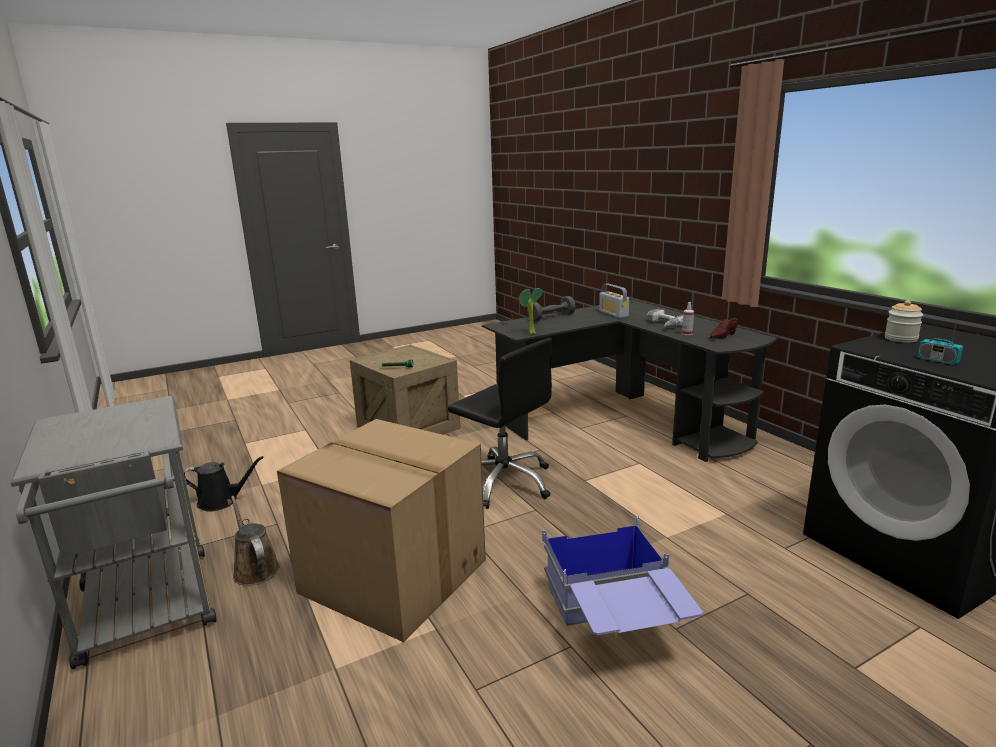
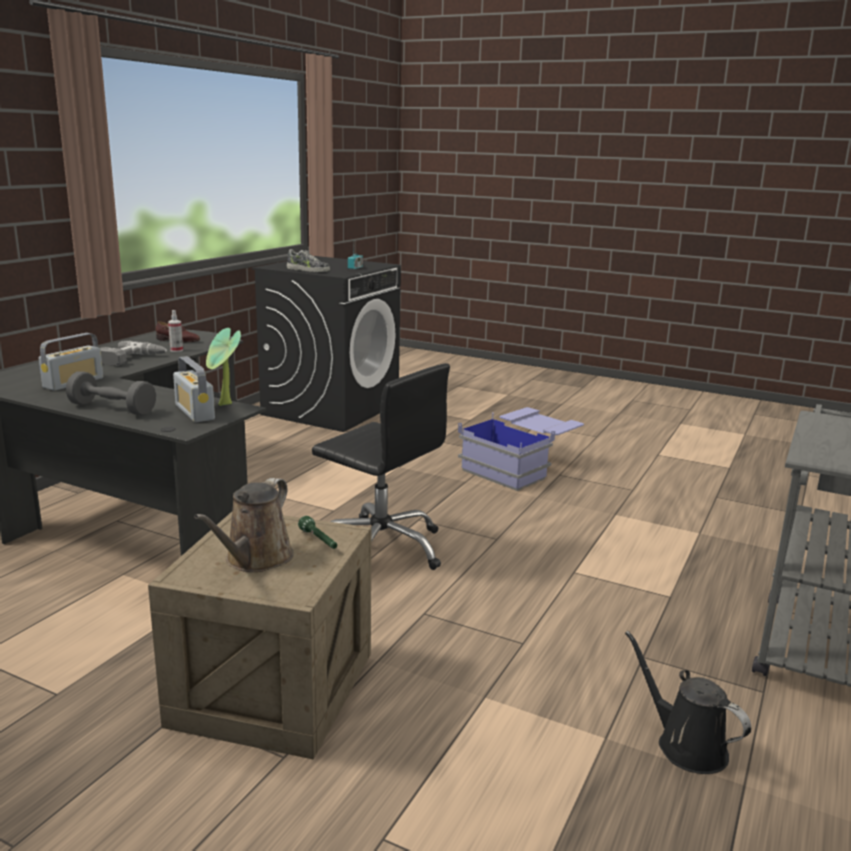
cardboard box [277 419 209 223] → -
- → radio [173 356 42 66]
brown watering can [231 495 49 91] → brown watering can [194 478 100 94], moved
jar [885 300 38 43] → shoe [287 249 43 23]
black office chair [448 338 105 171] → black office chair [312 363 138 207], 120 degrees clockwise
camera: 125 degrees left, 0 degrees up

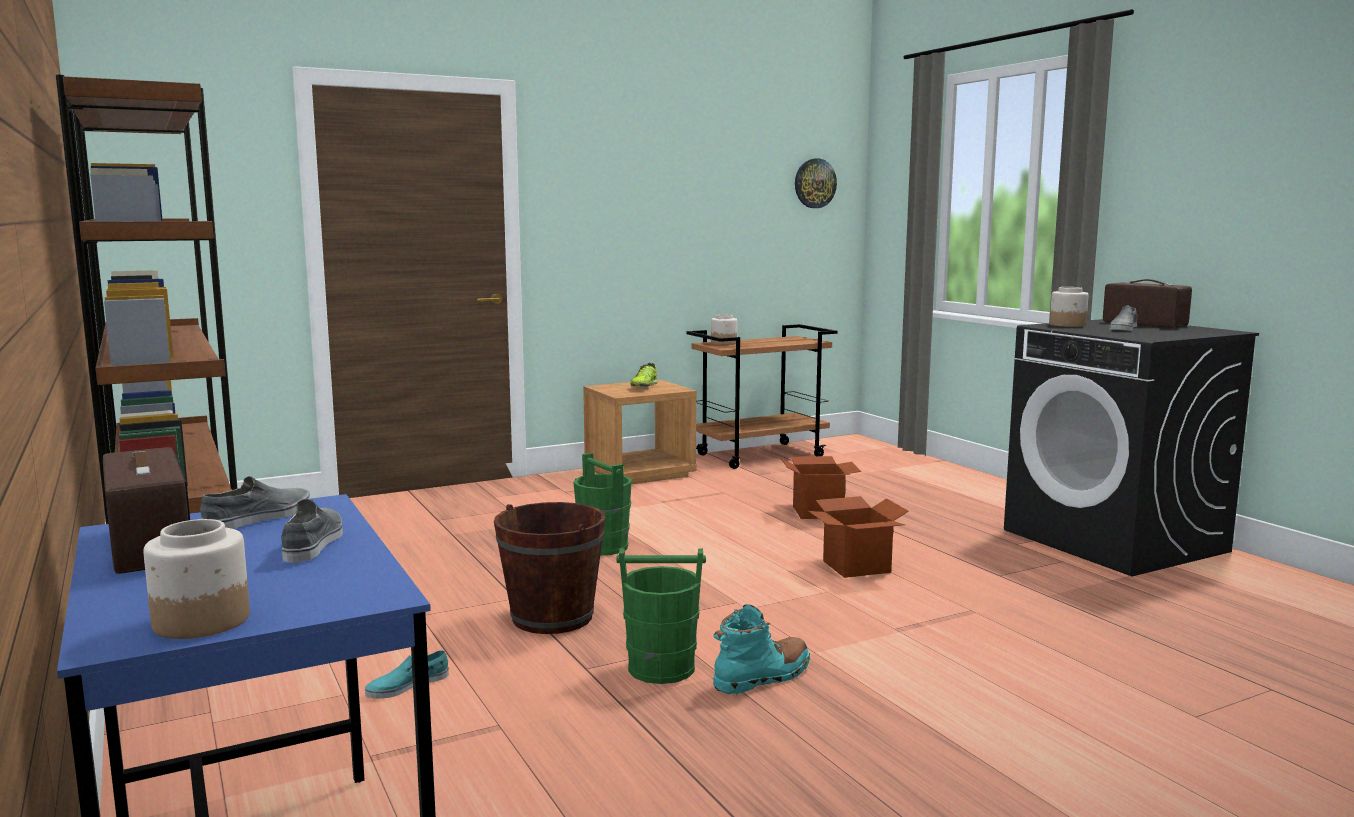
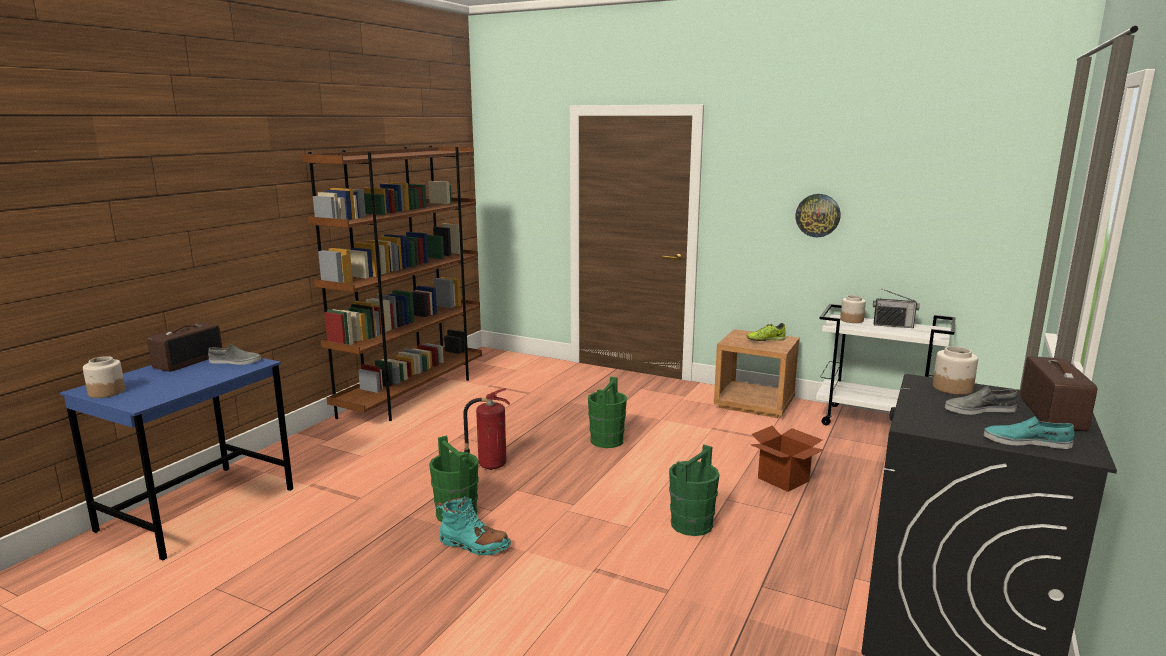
grey shoe [281 499 62 64] → -
- → radio [873 289 47 39]
turquoise shoe [365 650 84 49] → turquoise shoe [984 416 90 33], moved
wall clock [795 158 42 50] → wall clock [795 194 46 43], moved
brown bucket [494 502 111 132] → fire extinguisher [463 388 47 82]
cardboard box [808 496 101 82] → green bucket [669 445 51 91]
brown cart [687 324 151 145] → white cart [816 304 140 121]
camera: 55 degrees right, 5 degrees up

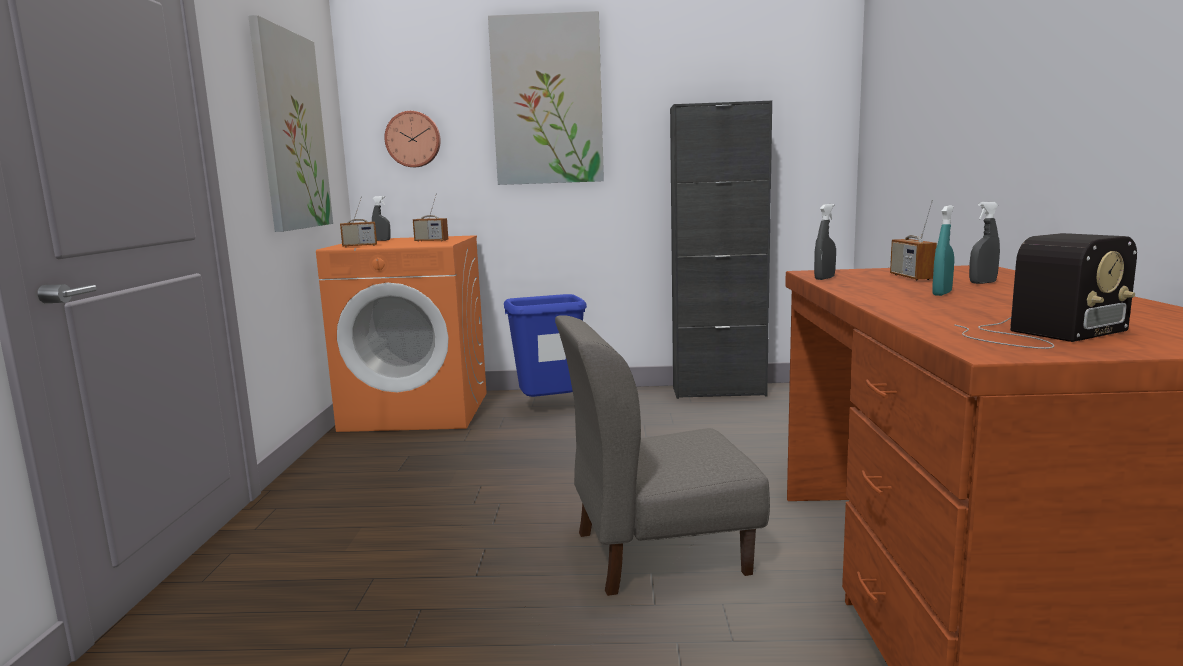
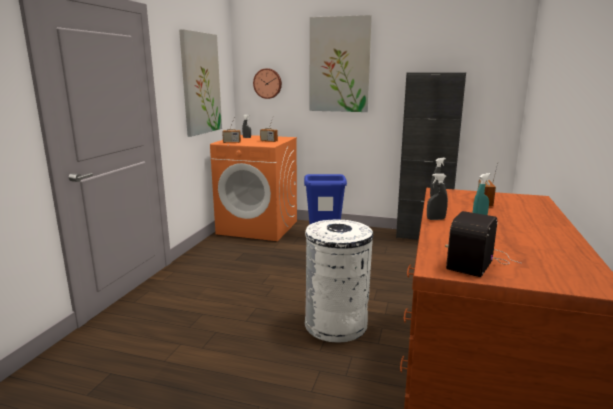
grey spray bottle [969 202 31 82] → grey spray bottle [427 174 21 46], moved
grey chair [555 315 215 281] → white trash can [305 220 68 123]
radio [954 233 183 116] → radio [445 211 75 66], 135 degrees clockwise
camera: 15 degrees right, 5 degrees up

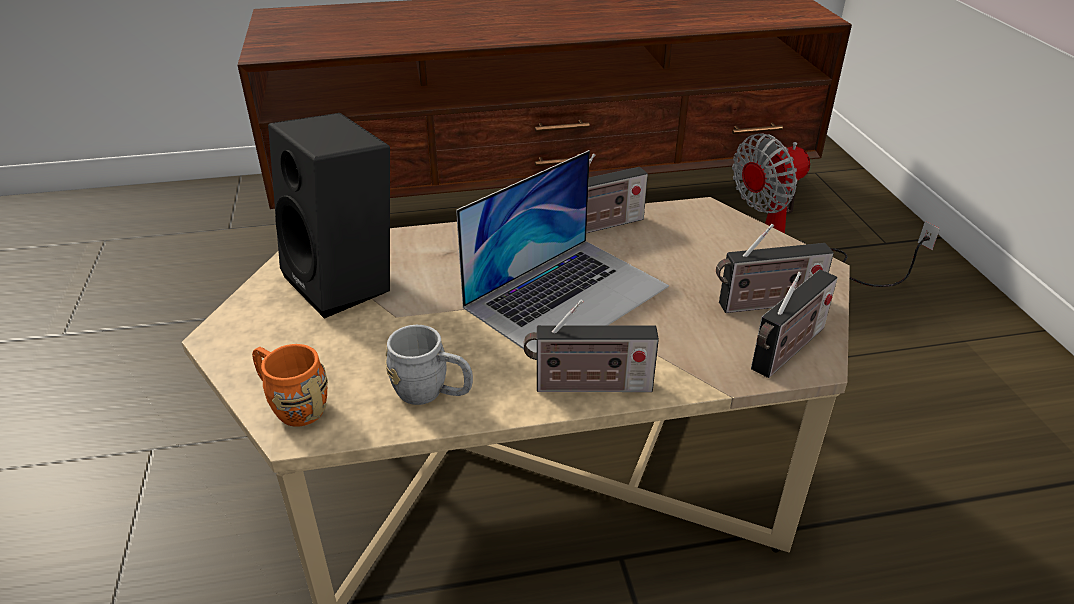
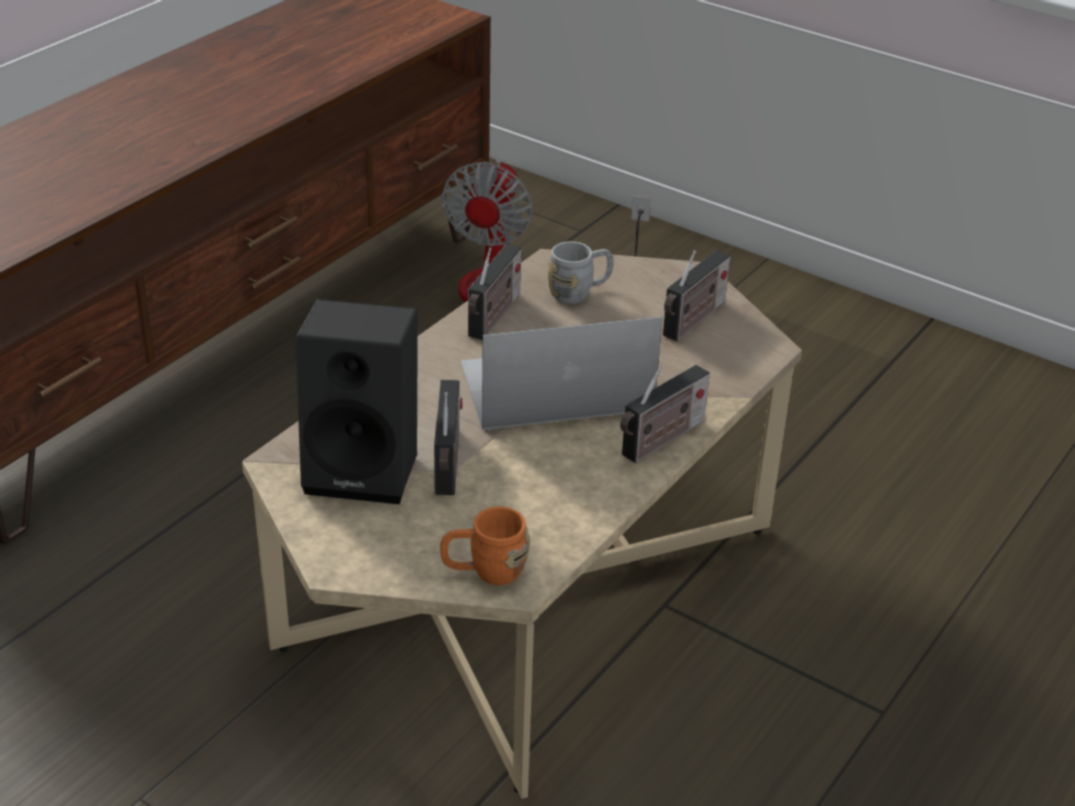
grey mug [385 325 88 80] → grey mug [548 241 66 63], moved
radio [751 269 86 109] → radio [434 380 29 115], moved
laptop [456 150 213 202] → laptop [460 317 203 113], 105 degrees counterclockwise
camera: 45 degrees left, 0 degrees up

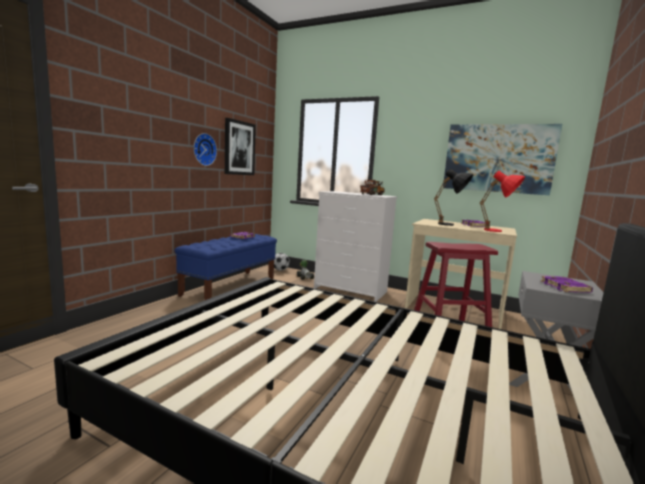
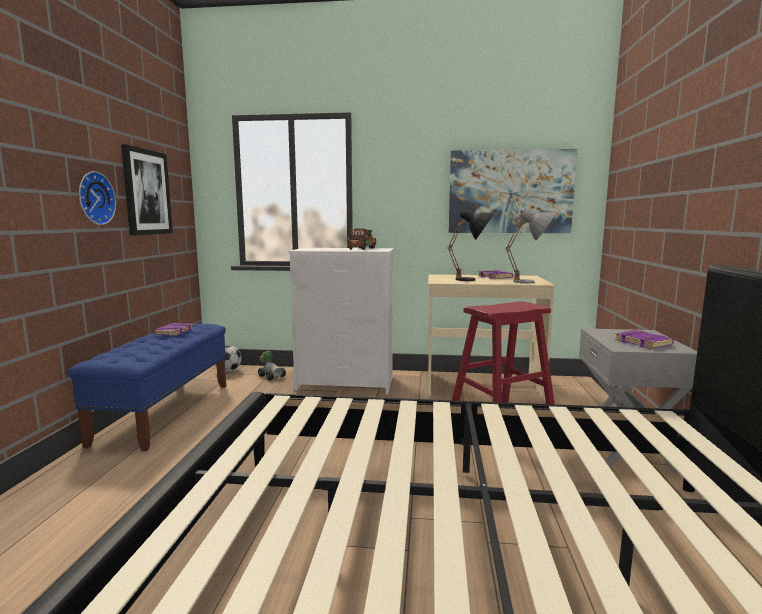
red table lamp [480 171 45 61] → grey table lamp [506 208 50 75]
camera: 20 degrees left, 0 degrees up

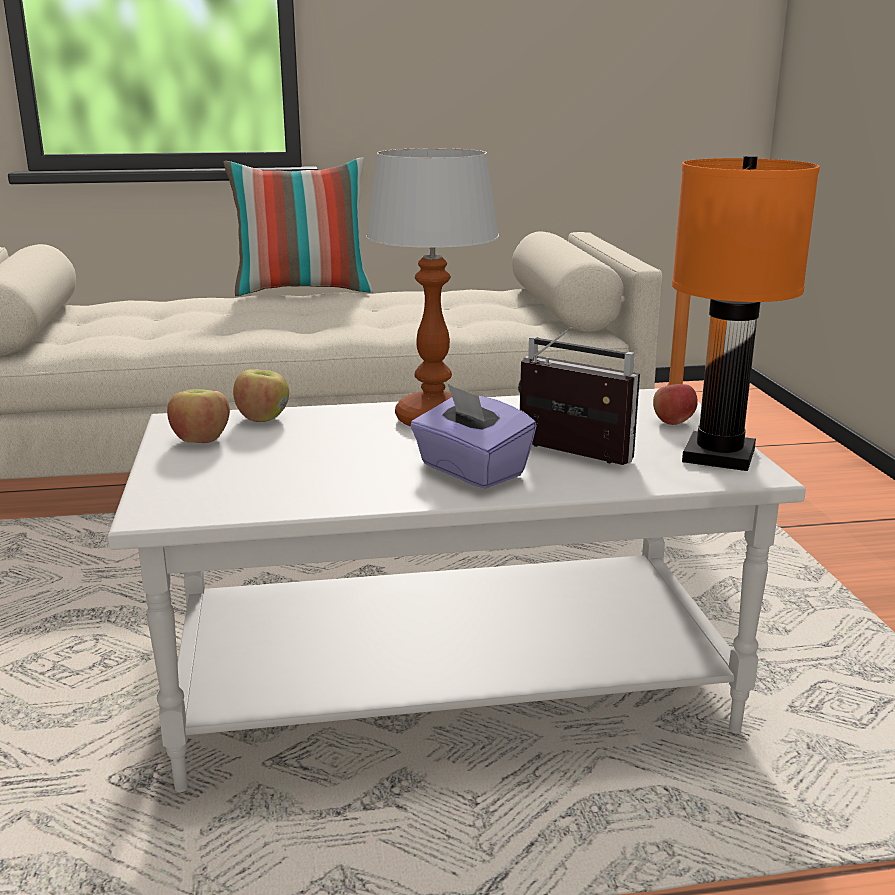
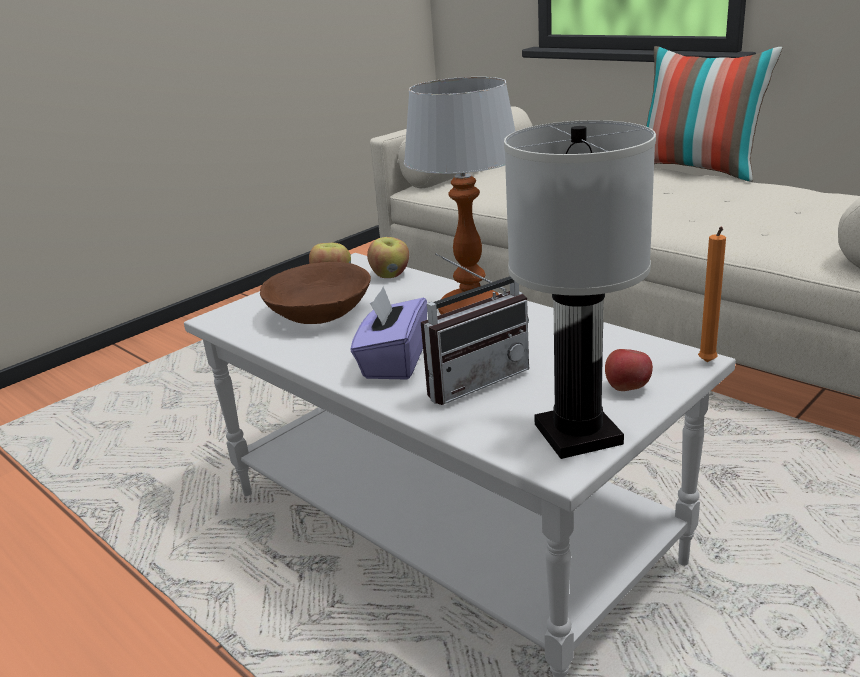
- → brown bowl [260 262 111 62]
orange table lamp [672 156 148 315] → white table lamp [504 120 152 339]
radio [518 327 122 138] → radio [421 253 108 152], 60 degrees clockwise
camera: 55 degrees right, 5 degrees up

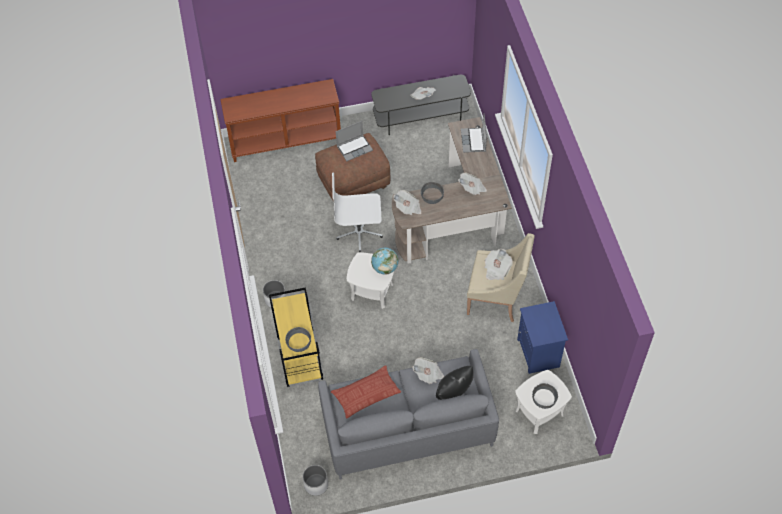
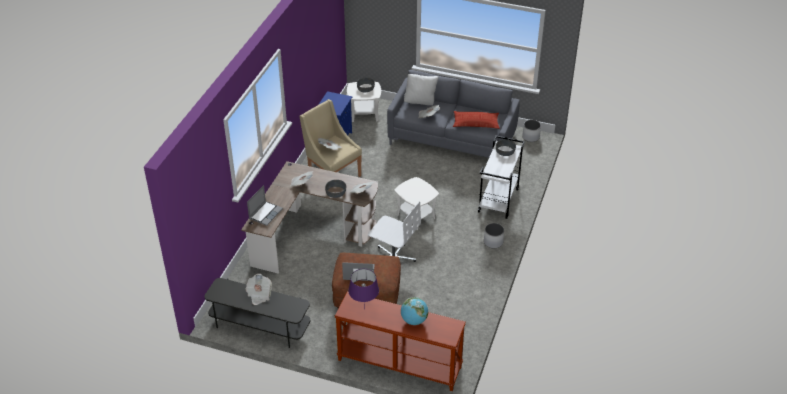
- → purple table lamp [348 269 31 41]
globe [371 248 28 27] → globe [401 297 27 28], moved
yellow cart [269 287 54 100] → white cart [478 136 47 83]
black pillow [436 366 38 34] → white pillow [404 74 34 31]
camera: 150 degrees left, 15 degrees down

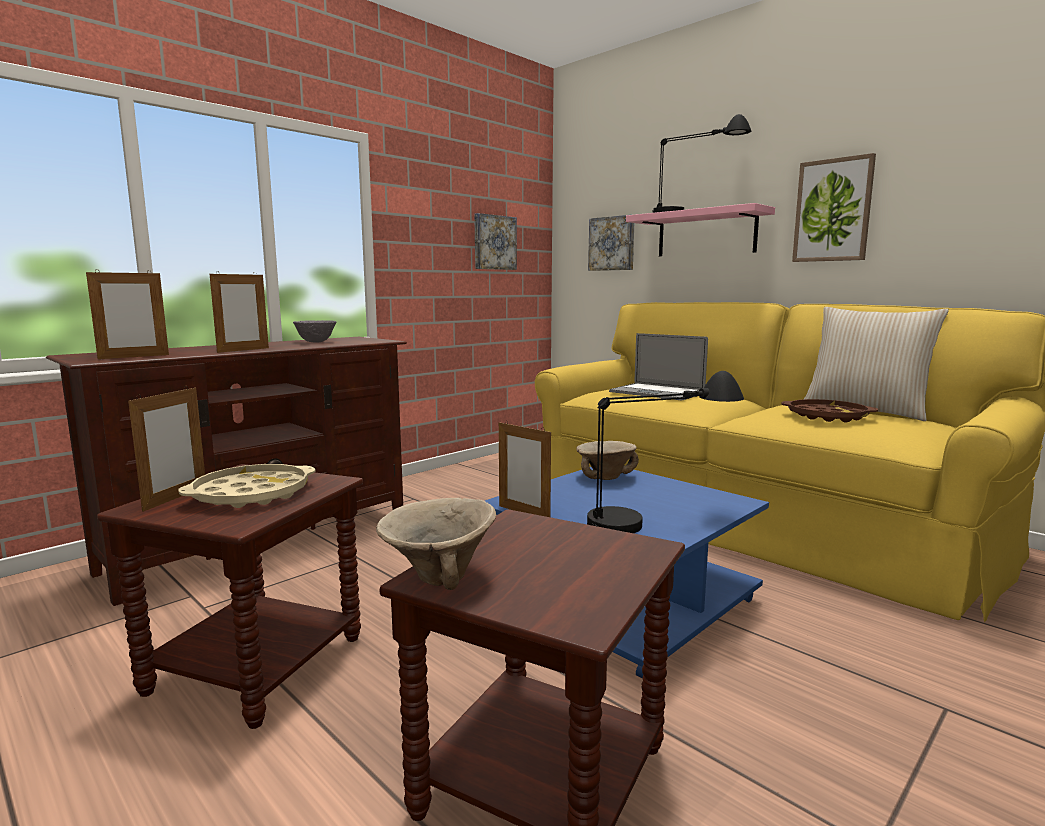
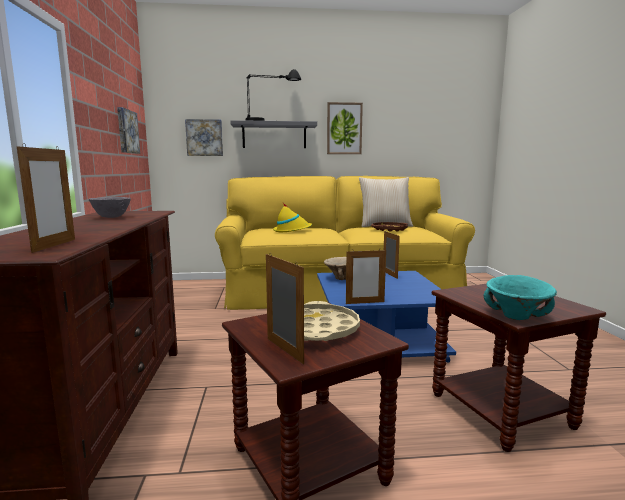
black table lamp [587 371 157 162] → -
picture frame [210 271 59 82] → picture frame [384 230 16 49], moved
laptop [609 333 99 68] → yellow hat [273 203 39 29]
beige bowl [376 498 120 92] → turquoise bowl [483 275 74 45]
pink shelf [626 203 149 53] → grey shelf [230 120 87 28]
camera: 50 degrees left, 0 degrees up

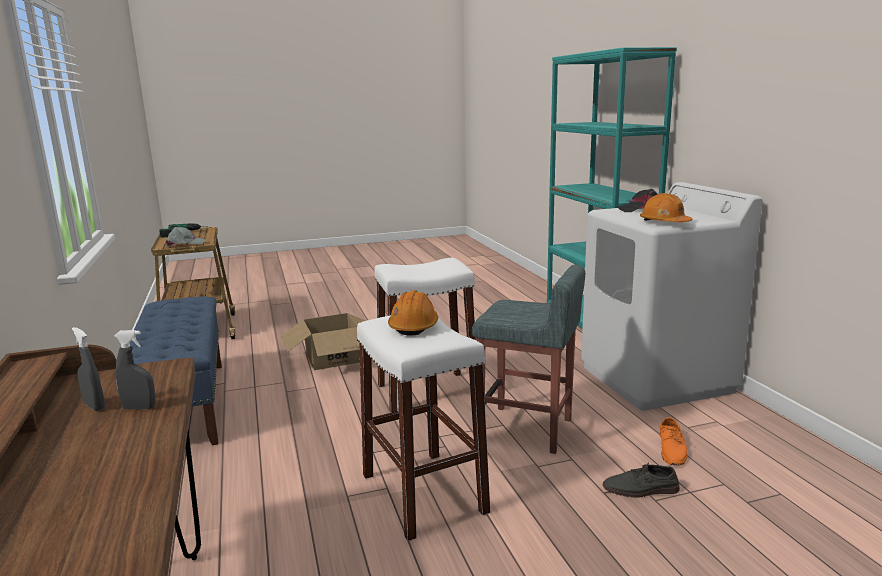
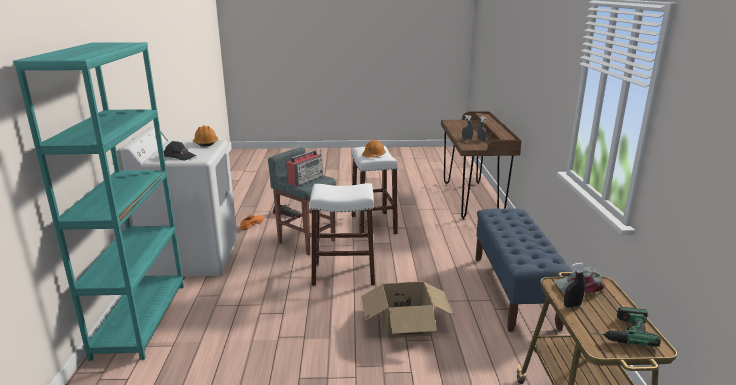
- → radio [286 150 37 36]
- → black spray bottle [564 263 22 44]
camera: 165 degrees left, 5 degrees up

